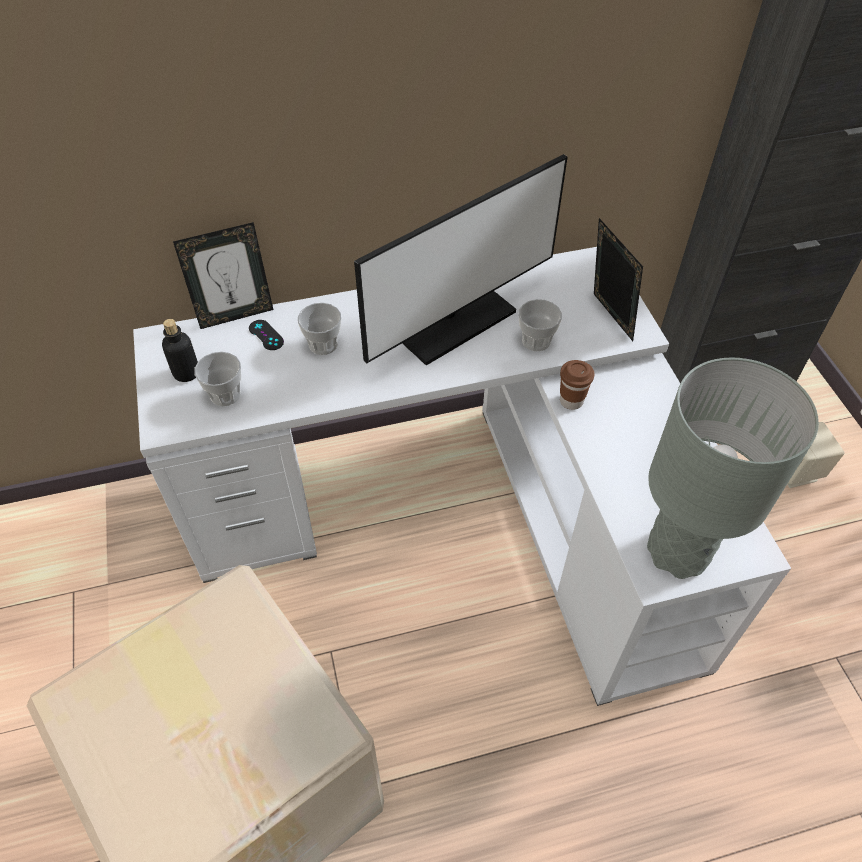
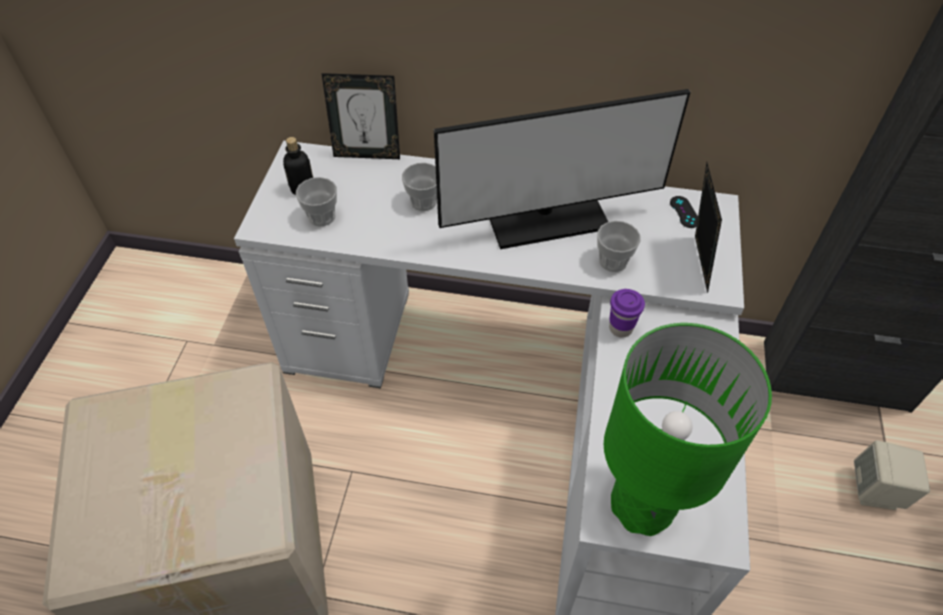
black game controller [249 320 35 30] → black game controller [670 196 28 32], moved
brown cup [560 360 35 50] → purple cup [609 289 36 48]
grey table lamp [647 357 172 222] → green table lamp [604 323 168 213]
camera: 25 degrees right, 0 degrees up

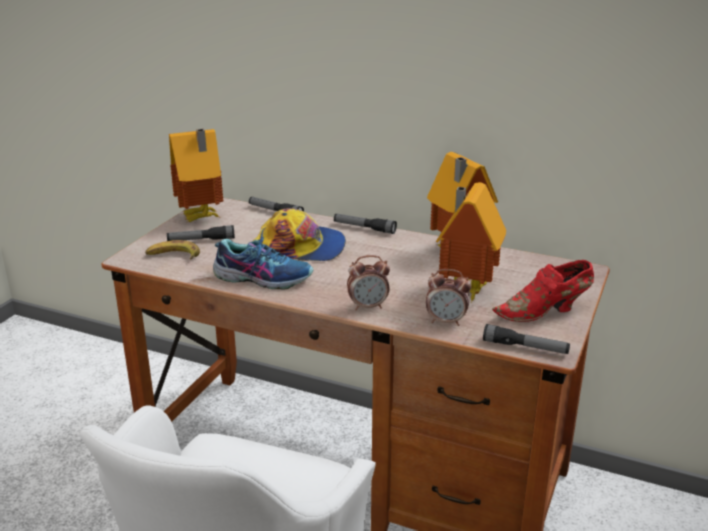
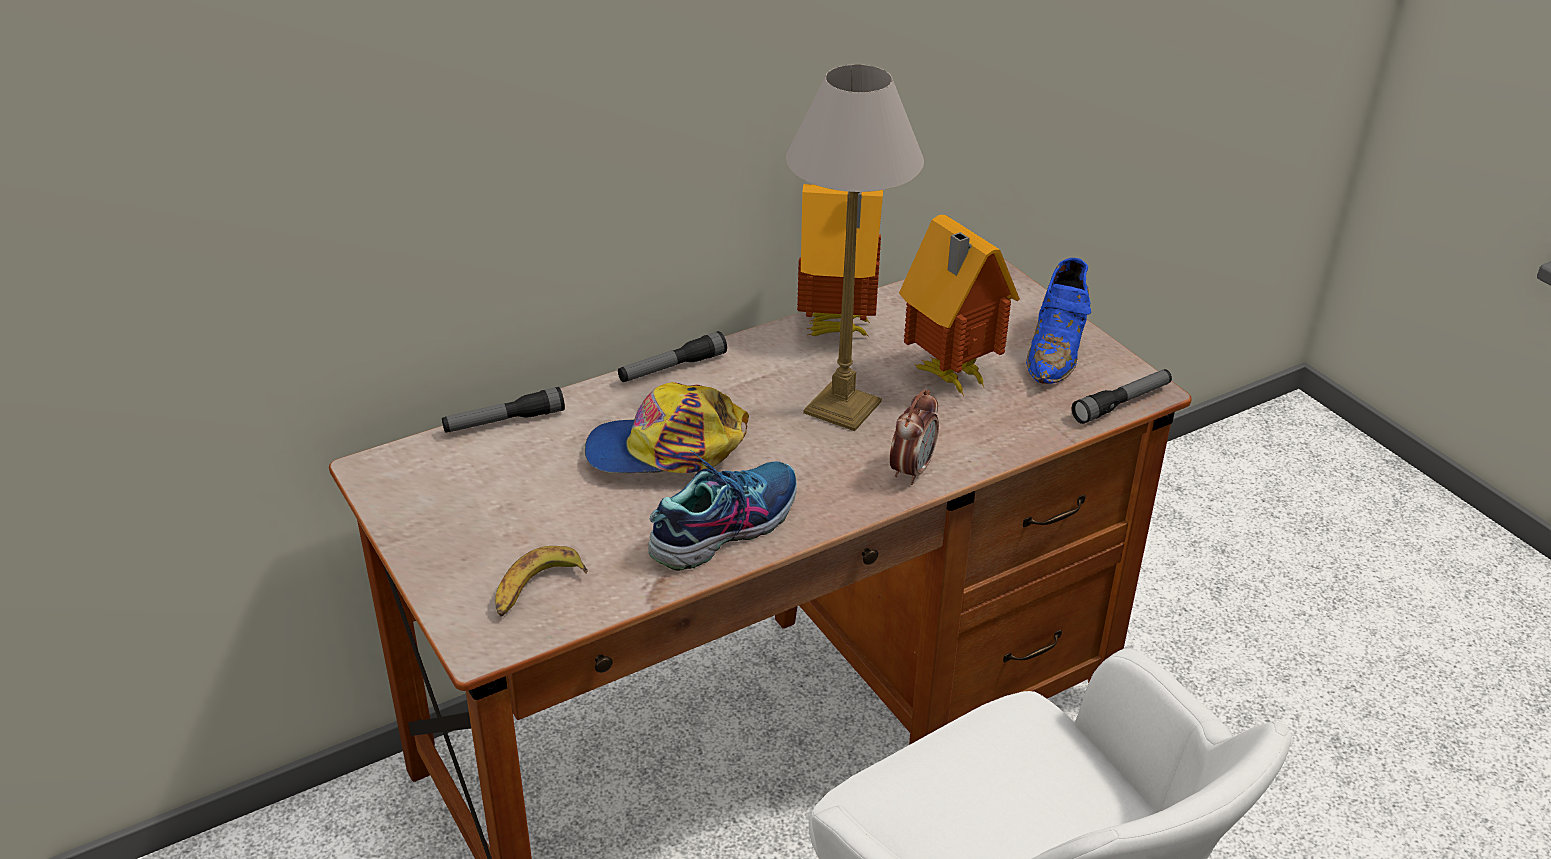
flashlight [167 225 68 16] → -
toy house [169 129 55 93] → -
alarm clock [426 269 45 57] → -
- → table lamp [786 64 138 367]
red shoe [492 260 102 62] → blue shoe [1026 258 65 126]
cap [253 208 93 53] → cap [585 382 164 91], 135 degrees counterclockwise
camera: 55 degrees left, 10 degrees up

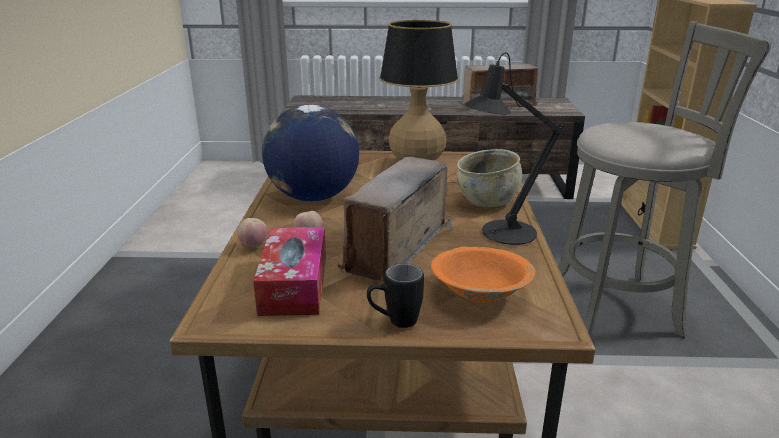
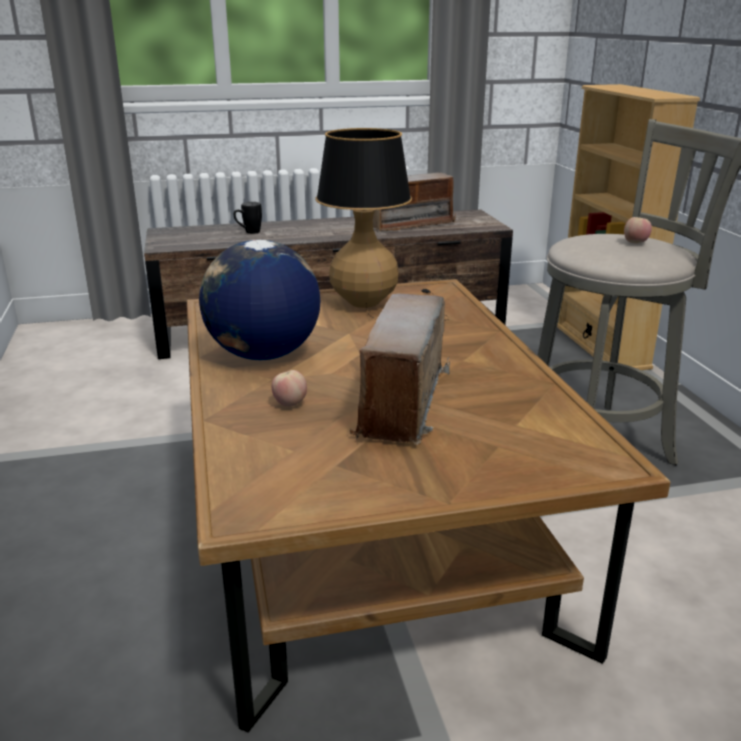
tissue box [253 227 73 89] → -
orange bowl [431 247 105 56] → -
beige bowl [457 149 65 58] → -
black table lamp [465 52 98 193] → -
apple [237 218 30 29] → apple [624 217 28 26], moved
black mug [367 263 57 65] → black mug [234 202 28 32], moved
camera: 15 degrees left, 0 degrees up

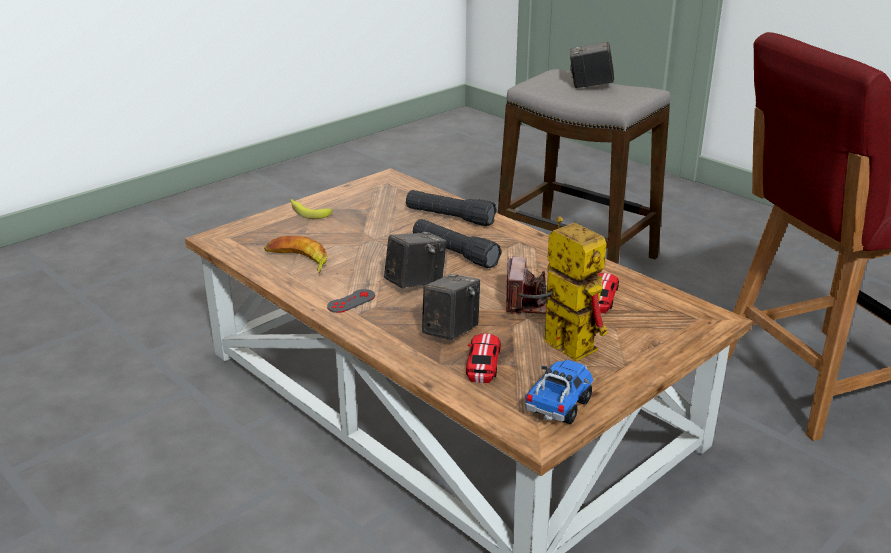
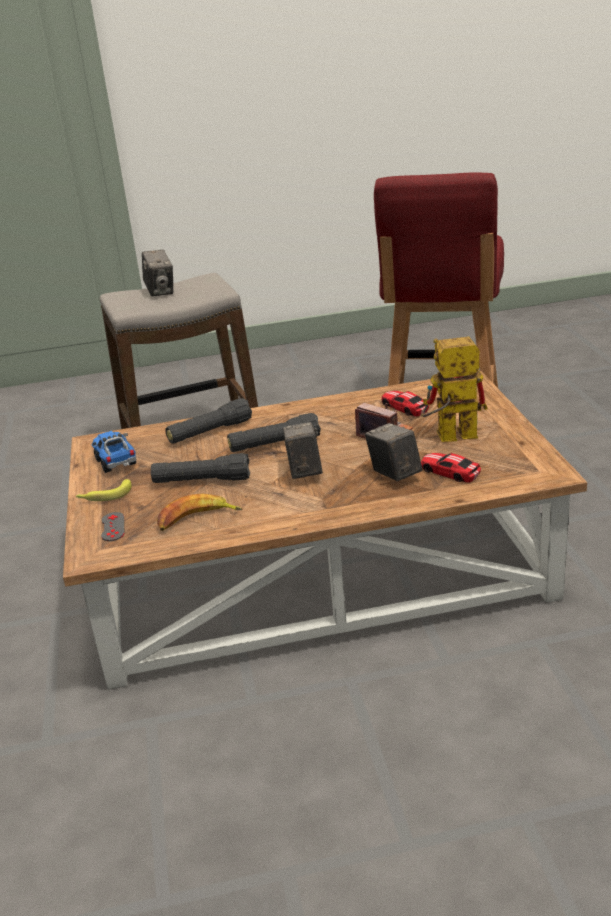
- → black flashlight [151 453 99 30]
grey game controller [327 289 48 24] → grey game controller [101 512 23 29], moved
toy truck [525 359 68 65] → toy truck [92 431 45 42], moved
photo camera [570 42 44 46] → photo camera [142 250 31 46], 60 degrees counterclockwise
camera: 55 degrees left, 0 degrees up

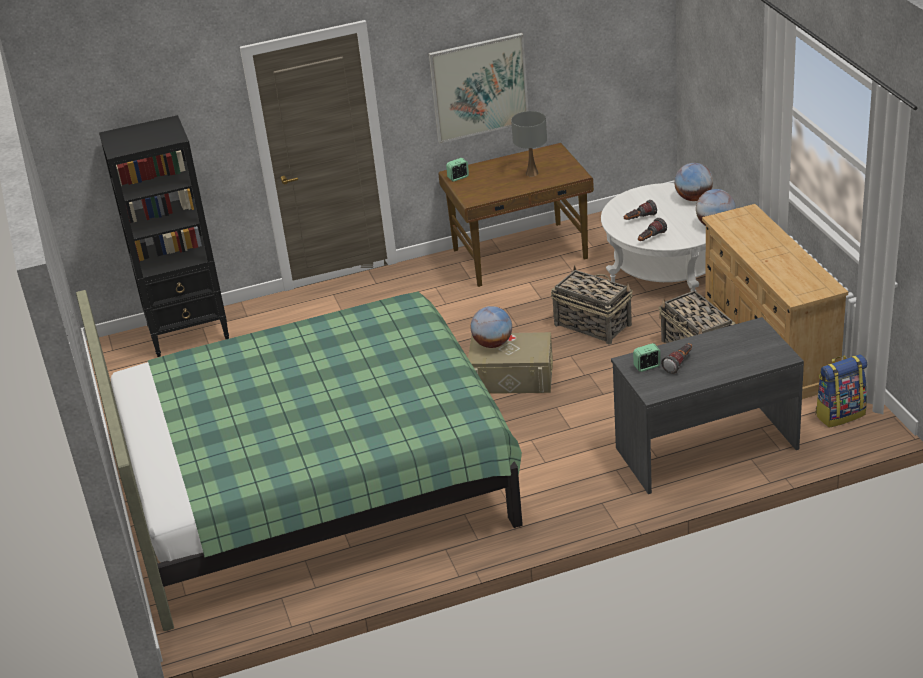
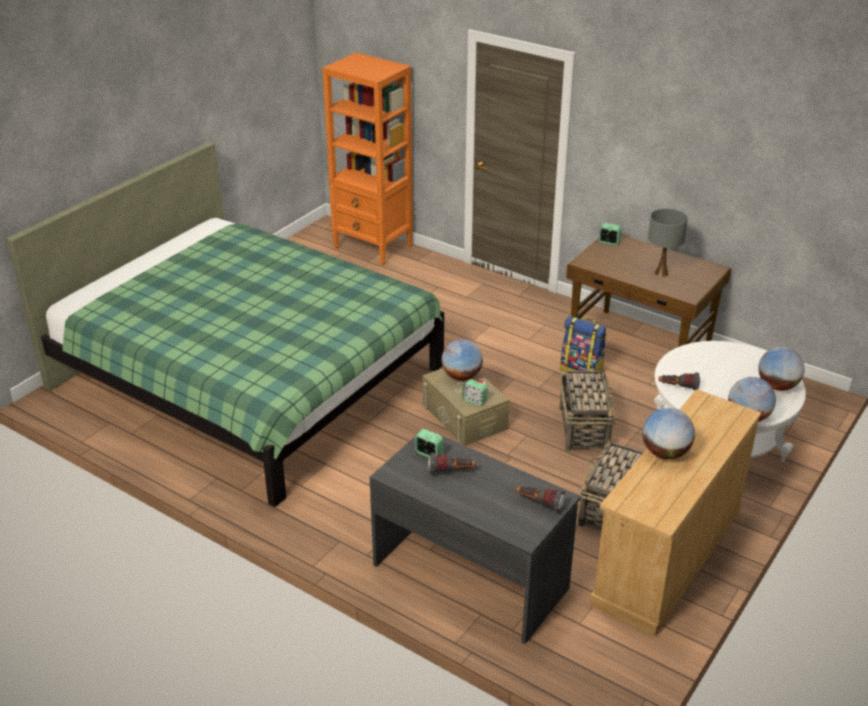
picture [429 33 99 111] → -
- → alarm clock [463 379 24 27]
- → globe [642 408 53 51]
flashlight [624 200 33 20] → flashlight [516 486 49 26], moved
backpack [815 354 52 74] → backpack [560 316 47 56], moved
black bookcase [99 115 130 242] → orange bookcase [322 53 91 213]
camera: 50 degrees right, 0 degrees up

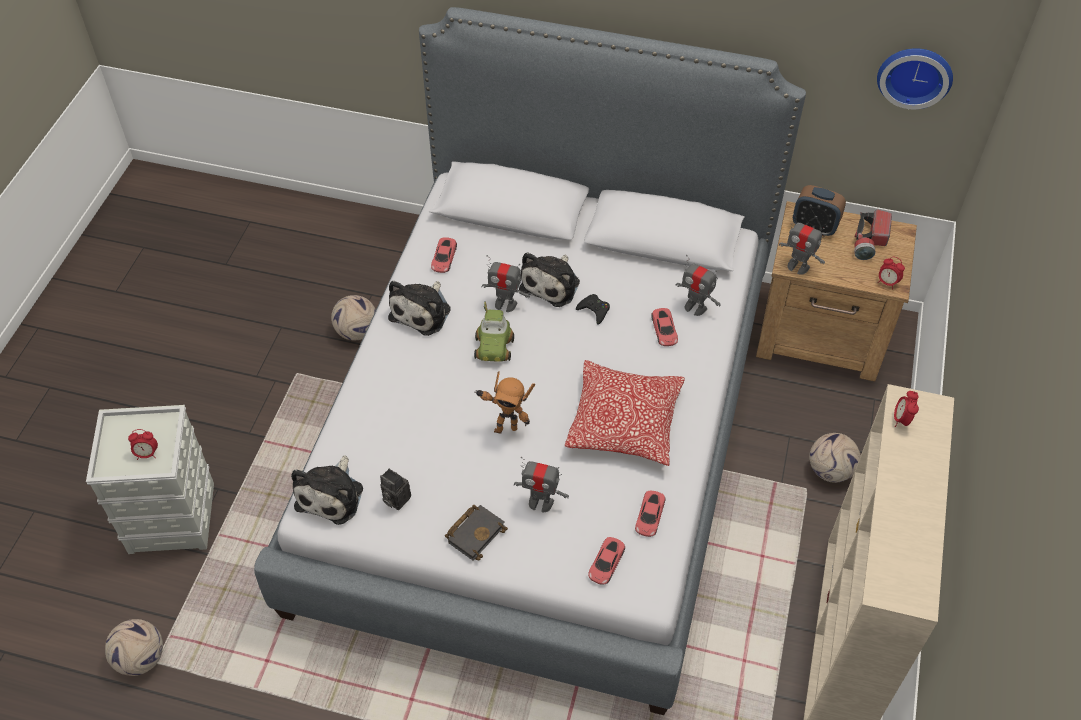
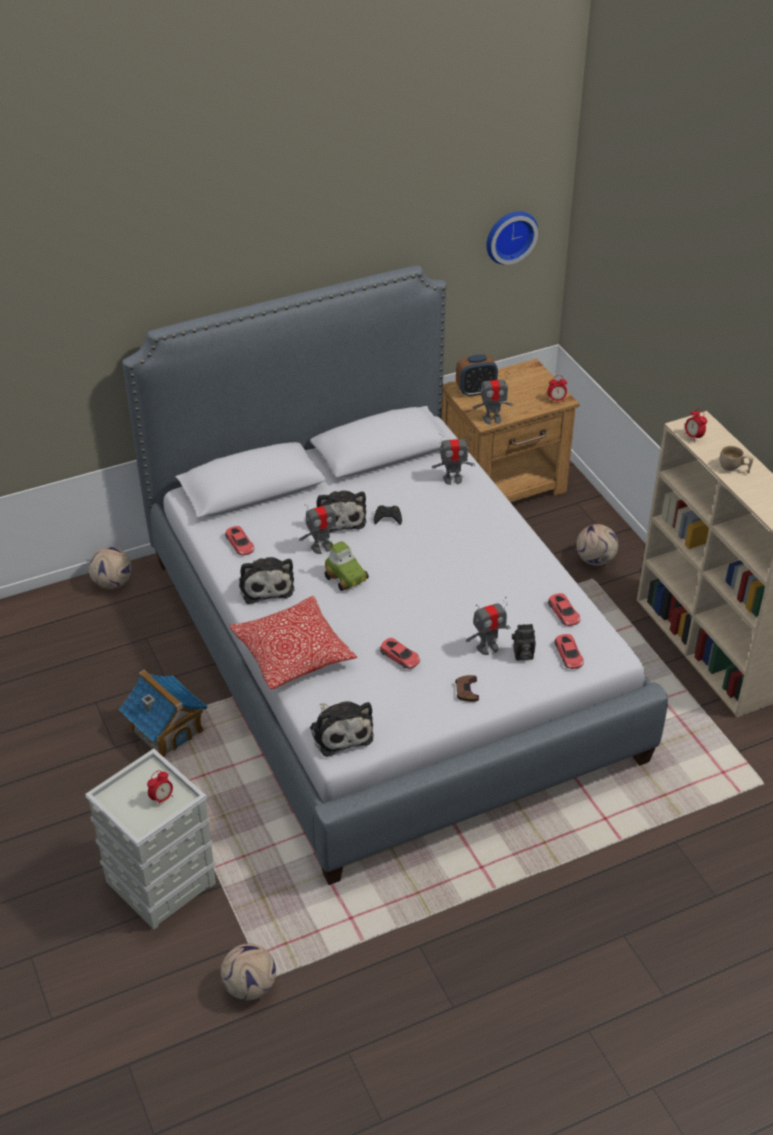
toy robot [474 371 61 63] → -
flashlight [854 209 38 51] → -
- → toy house [119 670 88 87]
- → beige cup [720 446 34 27]
football [331 295 45 45] → football [88 547 44 42], moved
photo camera [380 468 31 42] → photo camera [512 624 24 36], moved
pillow [565 360 120 106] → pillow [229 596 128 93], moved
red toy car [651 308 27 38] → red toy car [380 638 40 31], moved
black book [445 505 63 56] → brown game controller [455 675 24 27]
camera: 40 degrees left, 10 degrees down

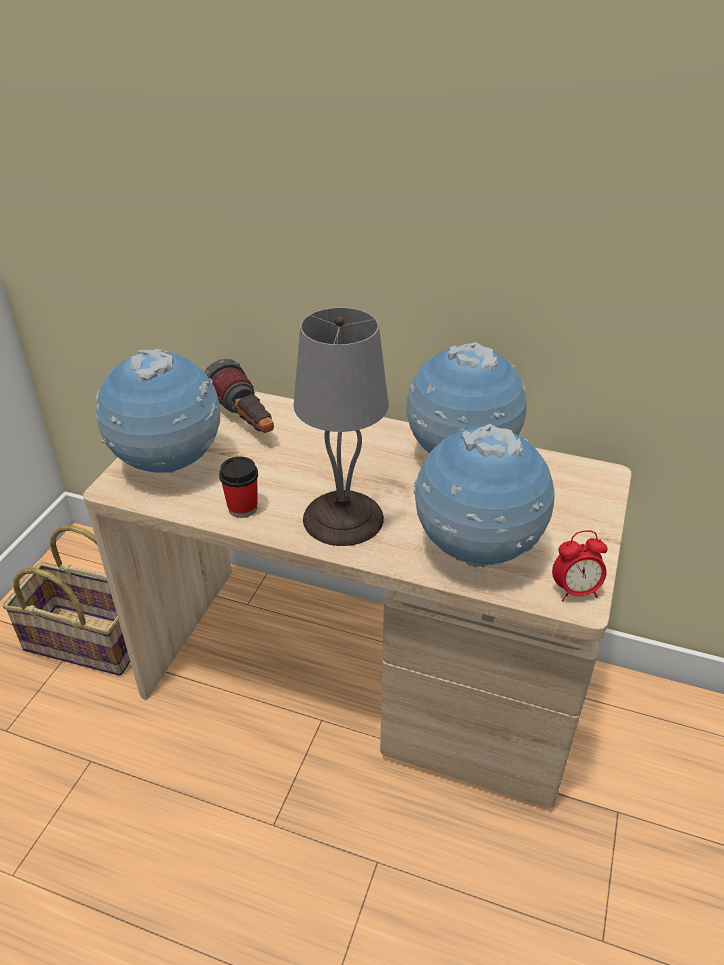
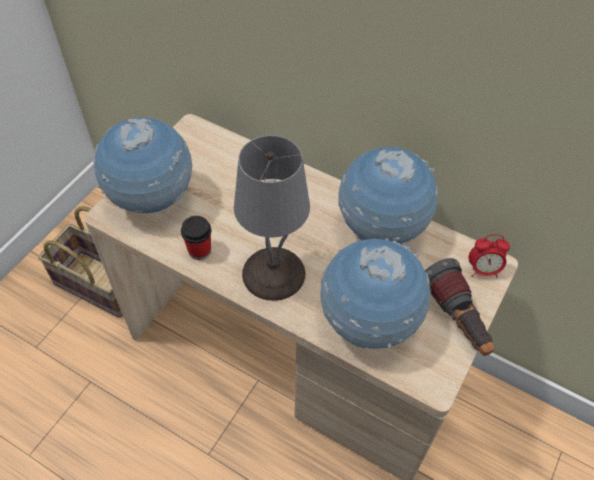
flashlight [204 359 70 74] → flashlight [425 258 69 98], moved
alarm clock [552 530 56 71] → alarm clock [469 234 41 43], moved
camera: 10 degrees right, 15 degrees up

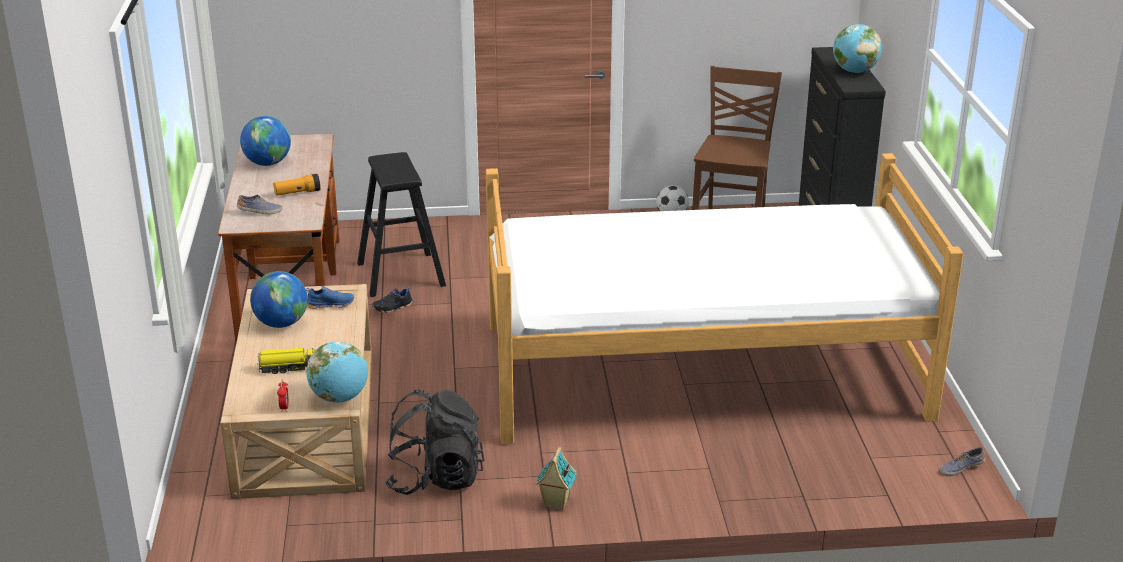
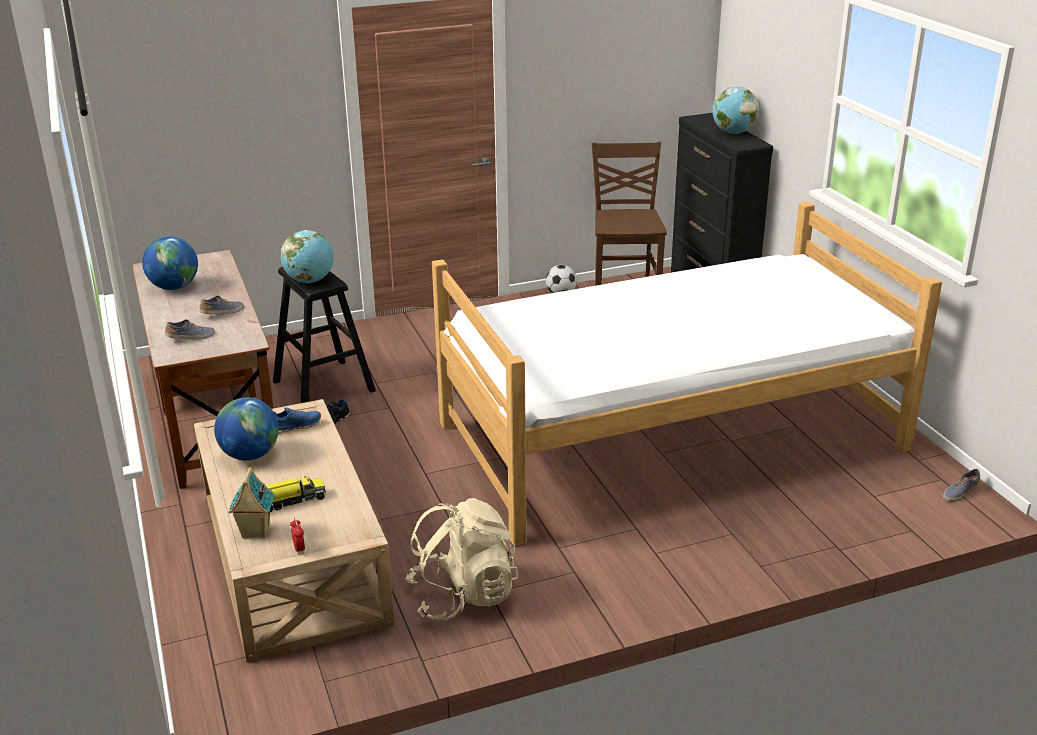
globe [306 342 62 61] → globe [281 230 53 53], moved
toy house [536 447 41 64] → toy house [228 467 46 72], moved
flashlight [274 174 47 22] → shoe [199 296 45 18]
black backpack [385 389 99 106] → beige backpack [405 498 113 123]
camera: 15 degrees left, 0 degrees up

